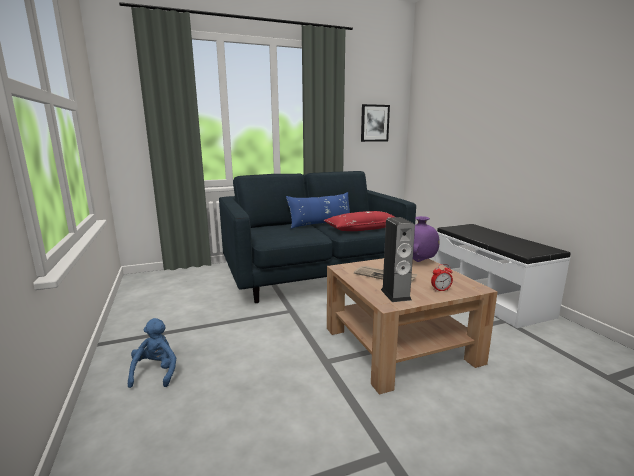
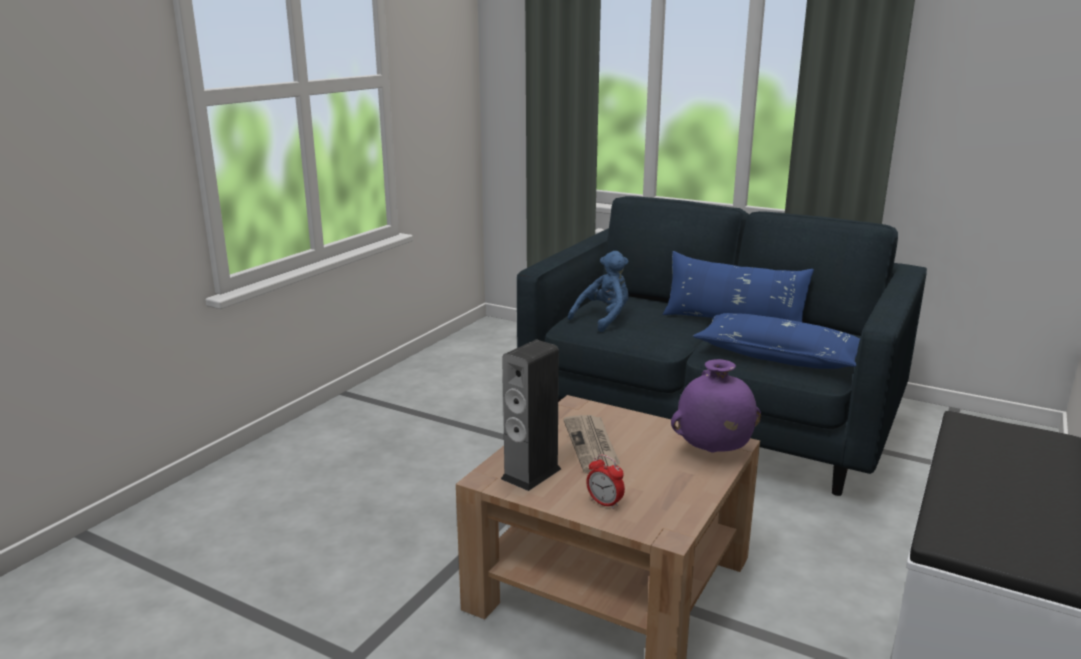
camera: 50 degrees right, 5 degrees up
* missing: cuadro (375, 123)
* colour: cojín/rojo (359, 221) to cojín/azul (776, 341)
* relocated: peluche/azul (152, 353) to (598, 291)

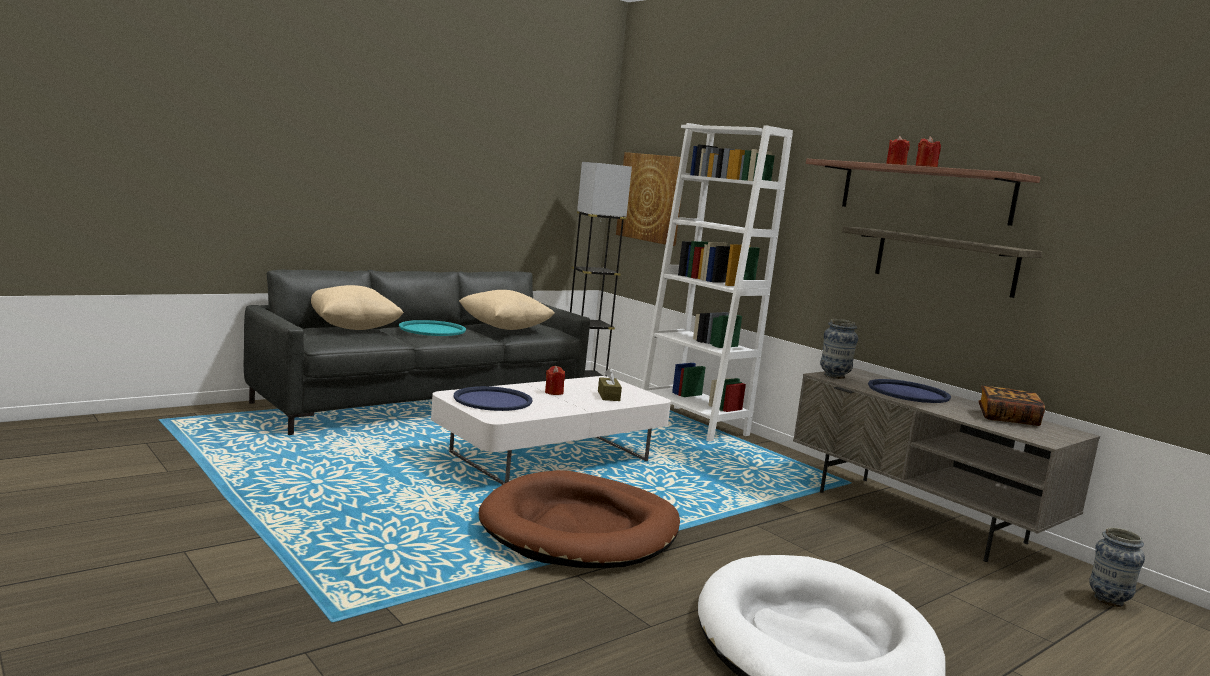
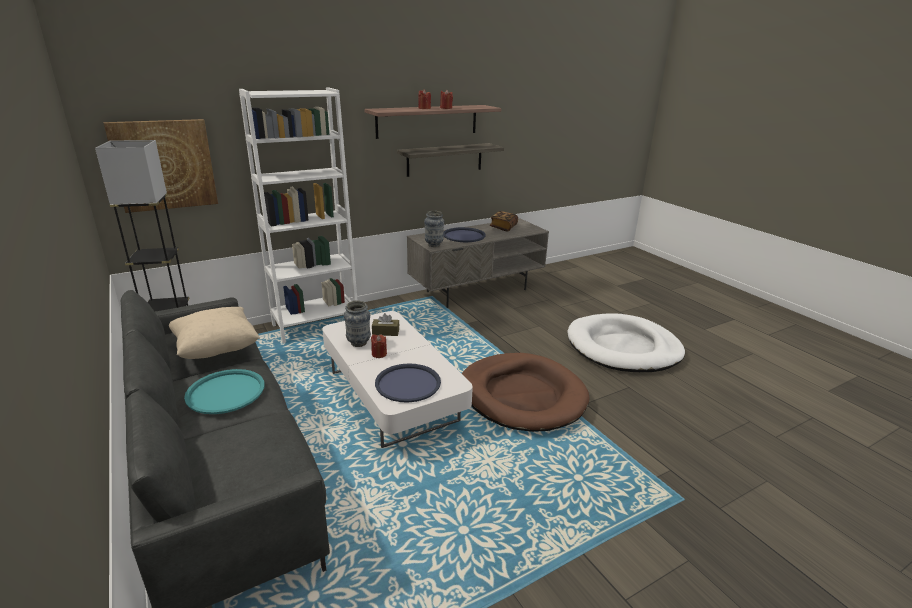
camera: 80 degrees left, 15 degrees up
* missing: cojín/beis (357, 307)
* relocated: florero (1117, 567) to (357, 323)

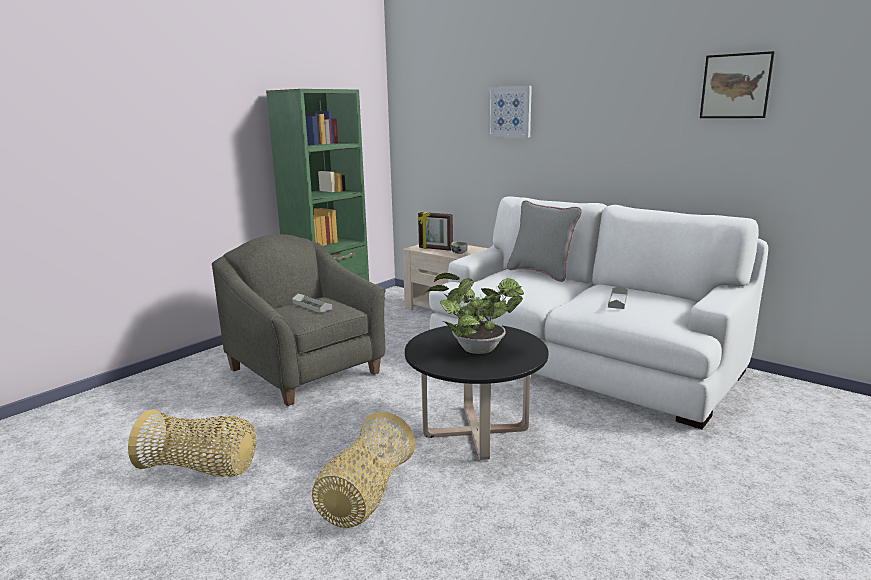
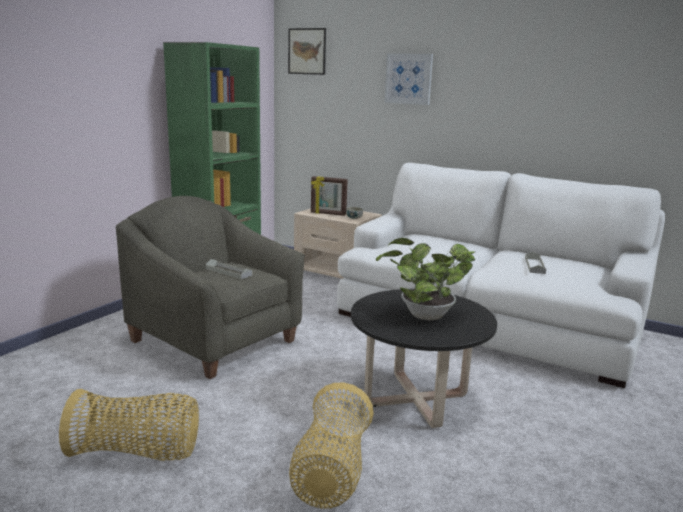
camera: 10 degrees left, 0 degrees up
* relocated: cuadro (737, 84) to (307, 51)
* missing: cojín/gris (544, 241)

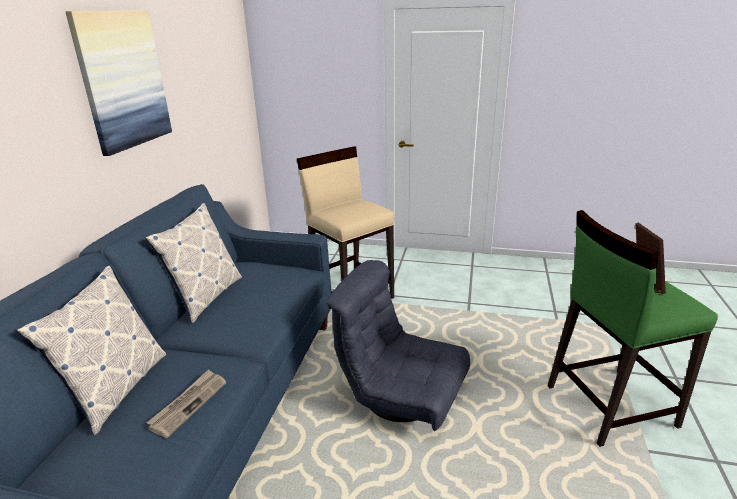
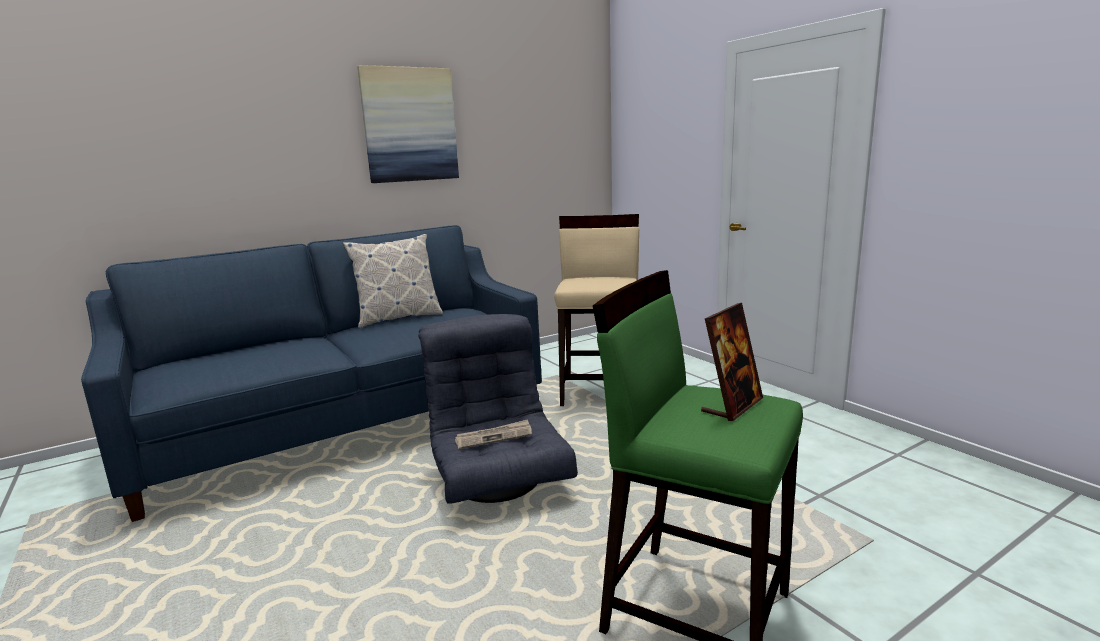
camera: 45 degrees right, 10 degrees down
* missing: cojín (91, 351)
* relocated: periódico (186, 403) to (493, 434)

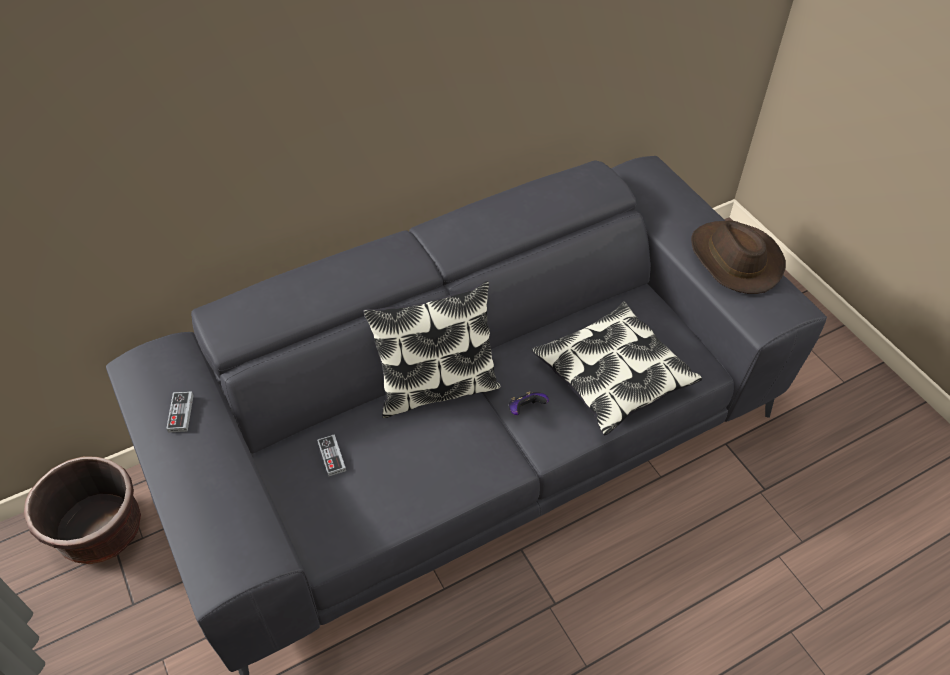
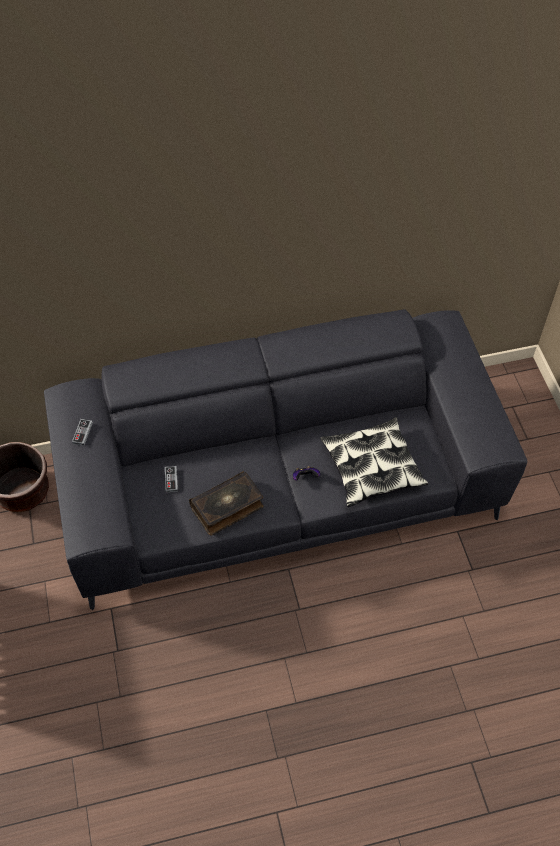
camera: 15 degrees right, 5 degrees up
* missing: sombrero/marrón (738, 257)
* missing: cojín (432, 349)
* appeared: libro (226, 503)

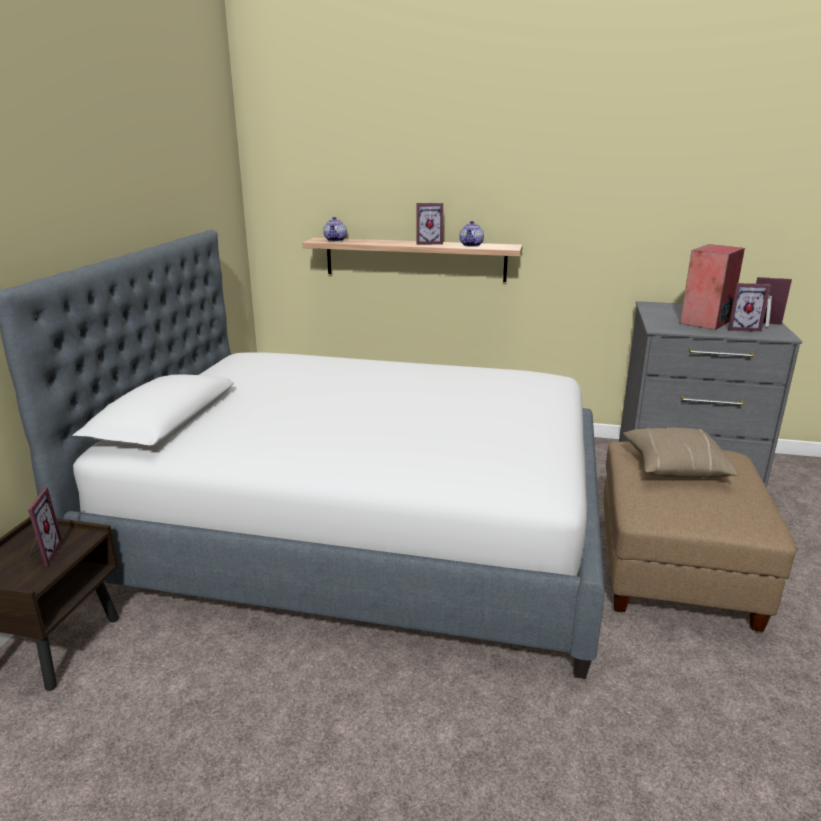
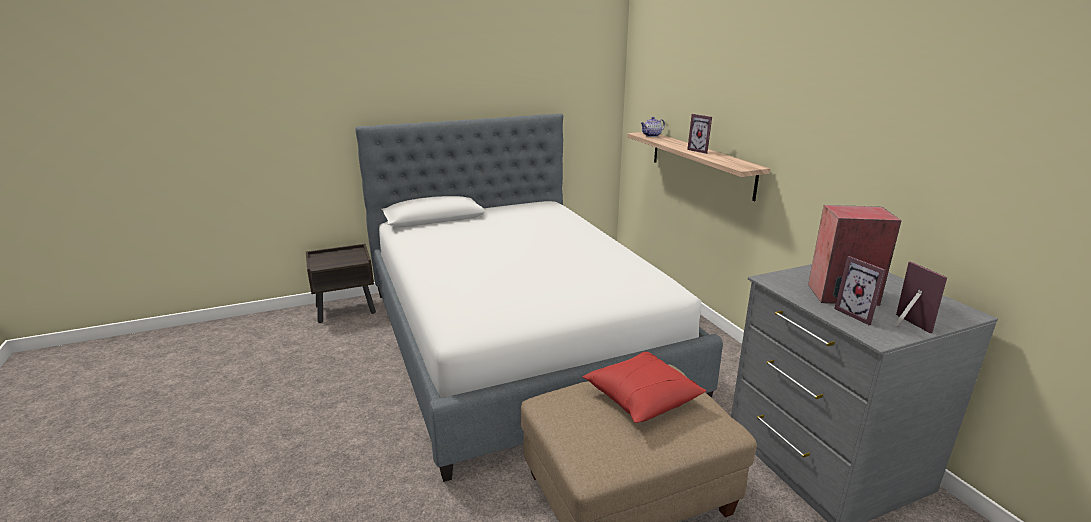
camera: 55 degrees right, 0 degrees up
* missing: tetera (472, 234)
* colour: cojín/beis (681, 452) to cojín/rojo (644, 387)
* missing: portarretratos (45, 527)

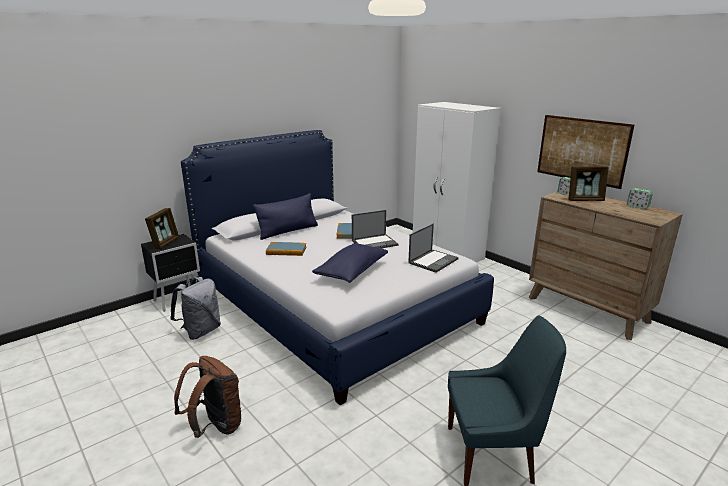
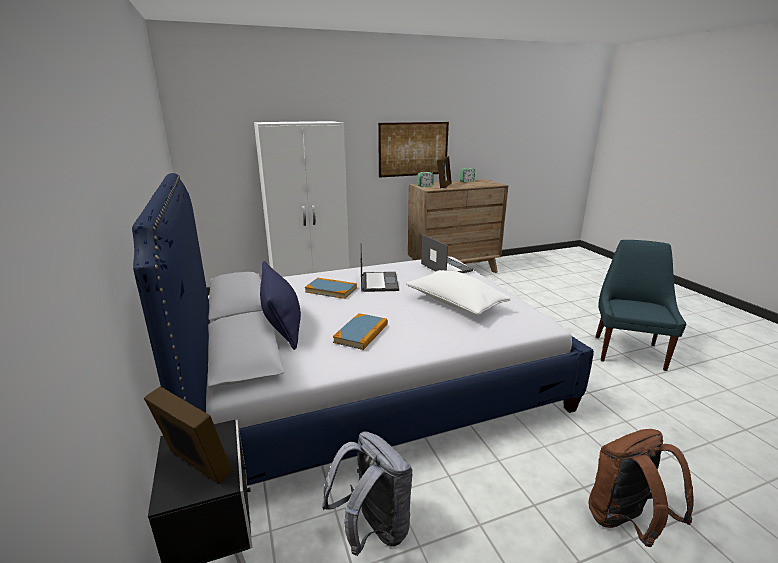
camera: 70 degrees left, 0 degrees up
* colour: cojín/azul (350, 263) to cojín/blanco (458, 292)

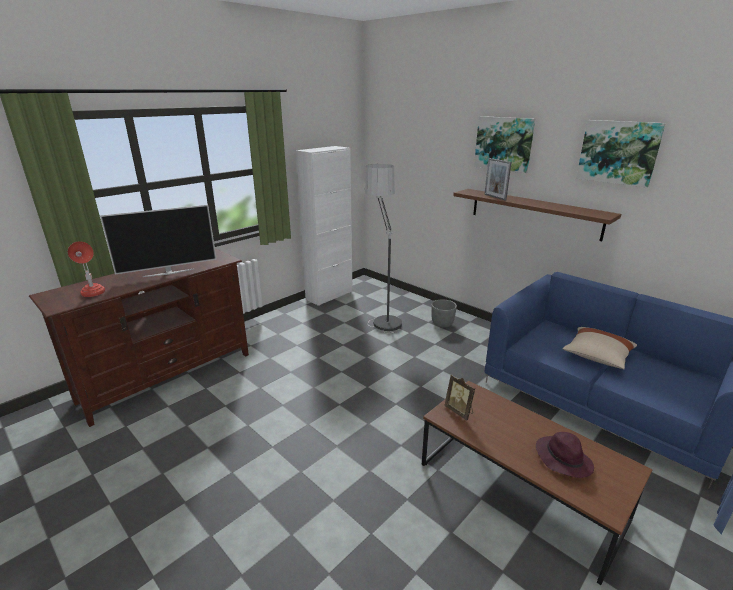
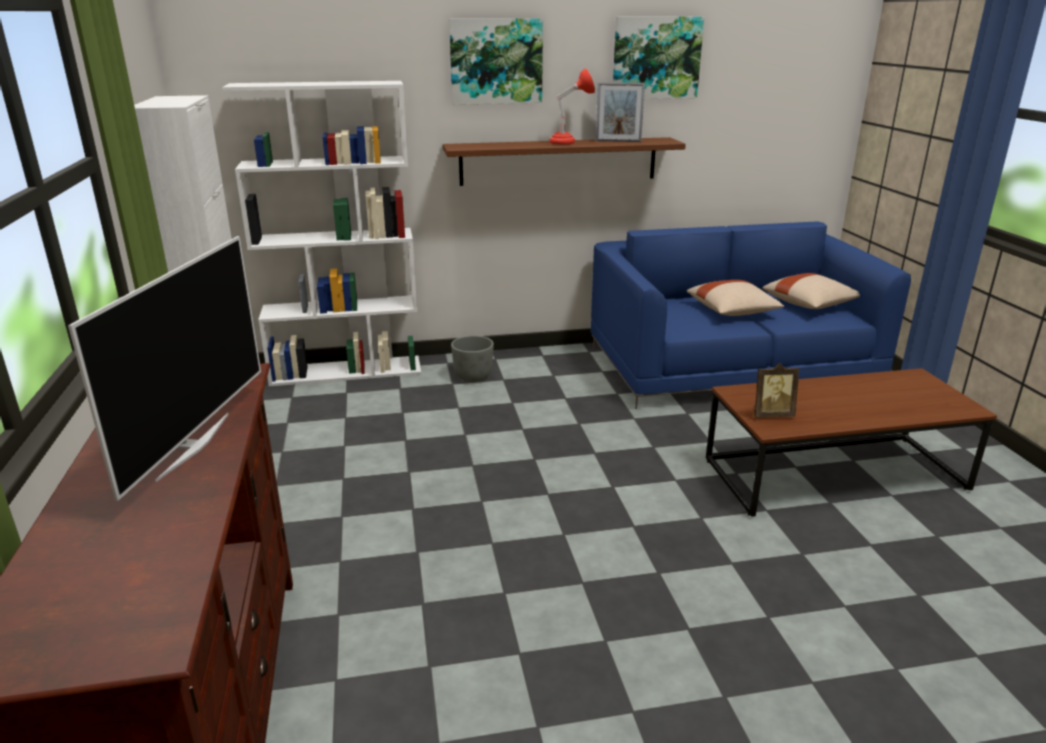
camera: 55 degrees left, 0 degrees up
* relocated: portarretratos (498, 179) to (620, 112)
* missing: lámpara de pie (383, 248)
* relocated: lámpara de mesa/rojo (86, 269) to (572, 106)
* missing: sombrero/morado (565, 455)
* appeared: estantería/blanco (321, 233)
* appeared: cojín/beis (811, 291)

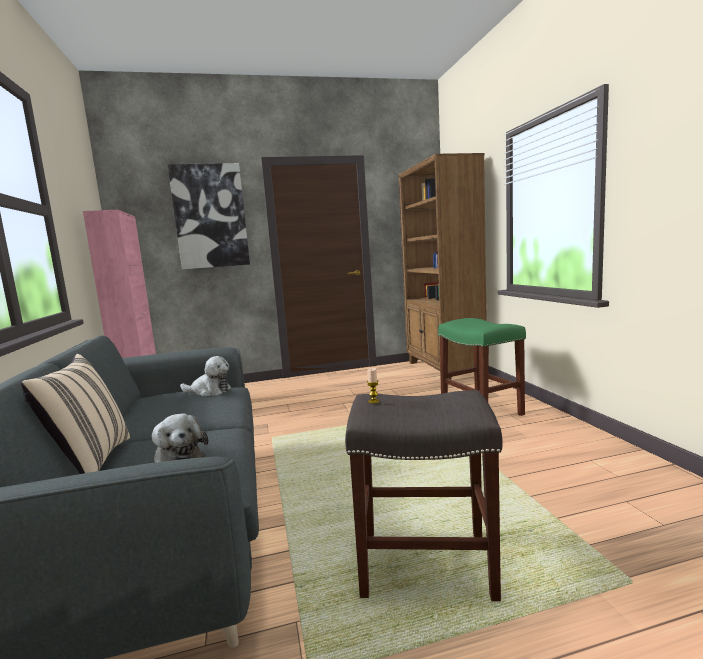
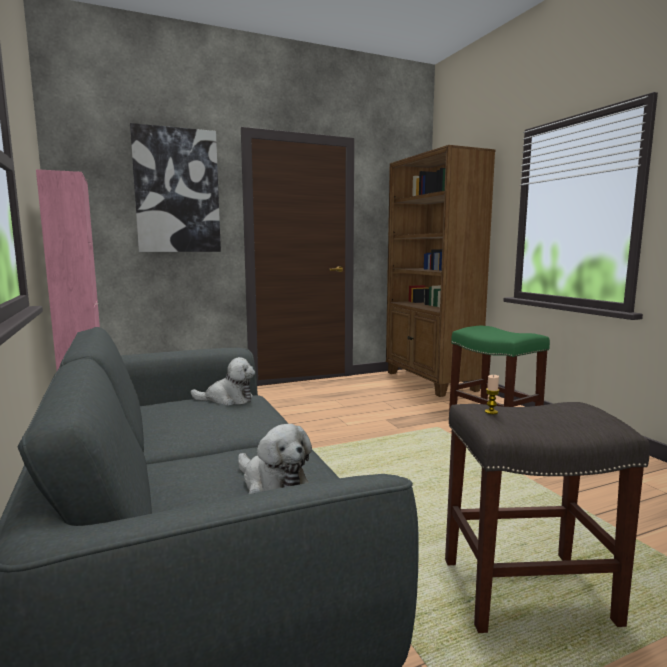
camera: 10 degrees left, 0 degrees up
* missing: cojín/beis (75, 414)

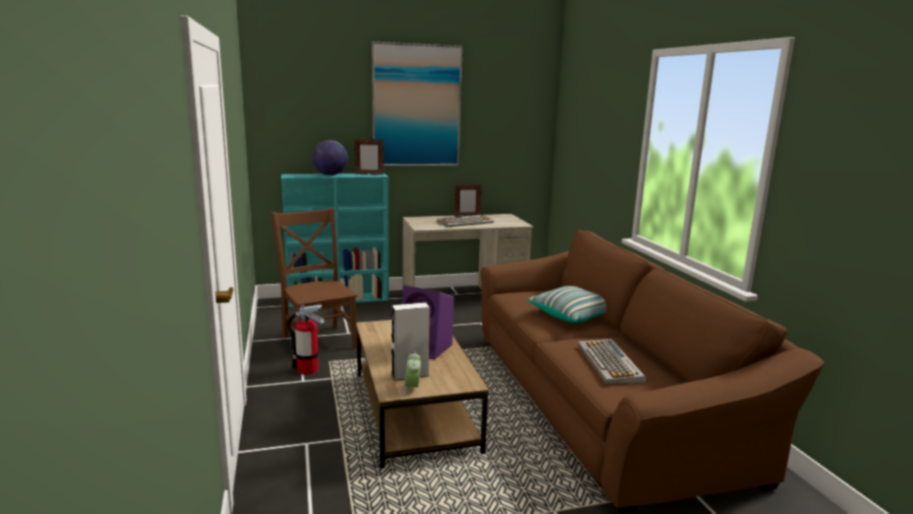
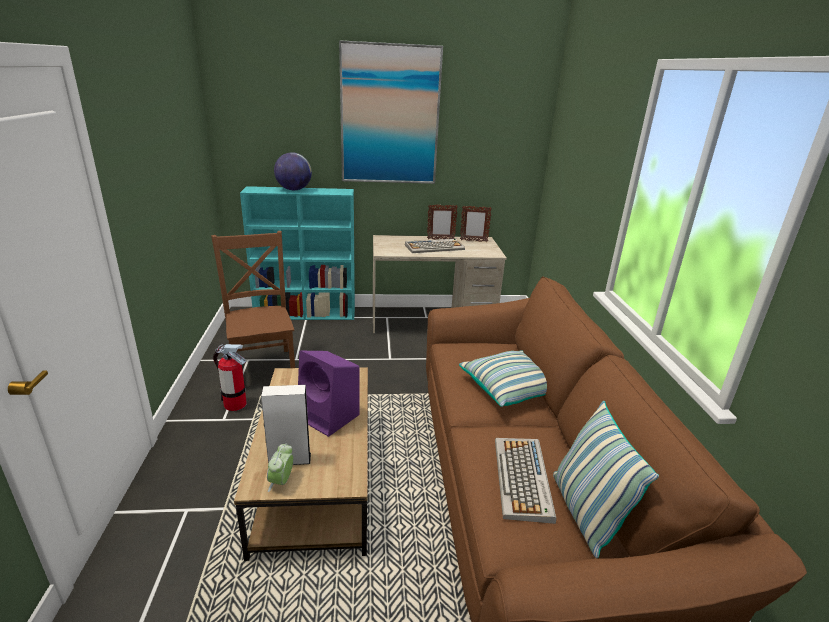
camera: 10 degrees right, 10 degrees up
* relocated: portarretratos (369, 156) to (476, 223)
* appeared: cojín (606, 479)

